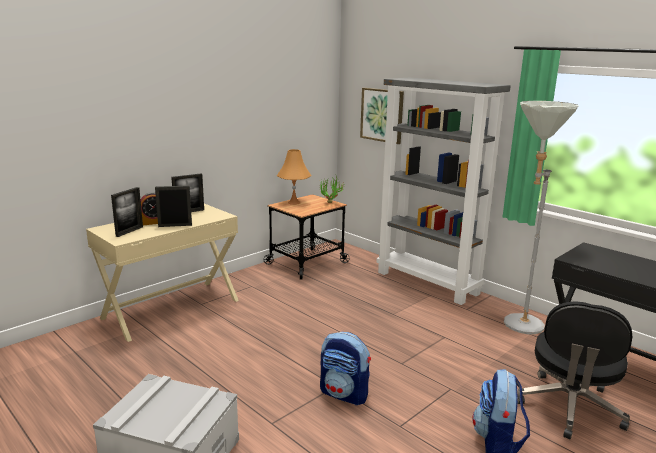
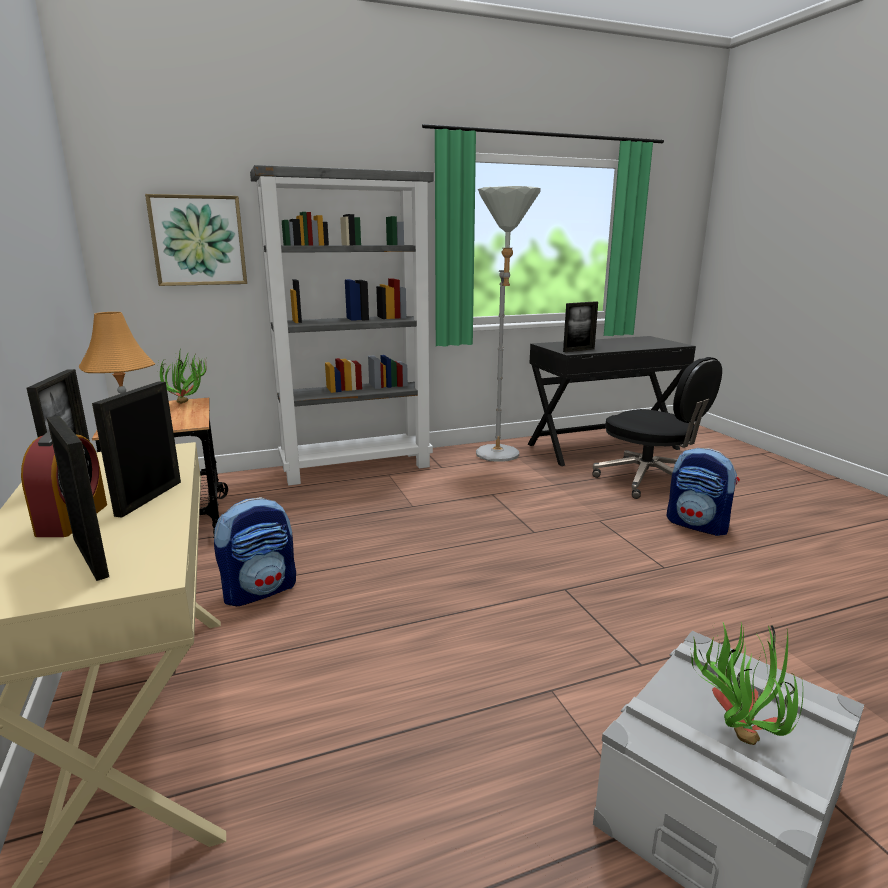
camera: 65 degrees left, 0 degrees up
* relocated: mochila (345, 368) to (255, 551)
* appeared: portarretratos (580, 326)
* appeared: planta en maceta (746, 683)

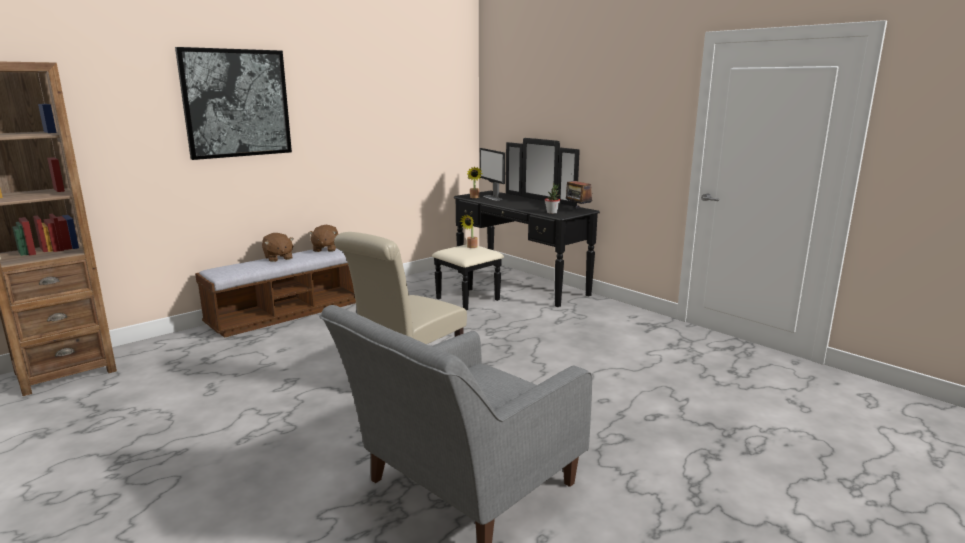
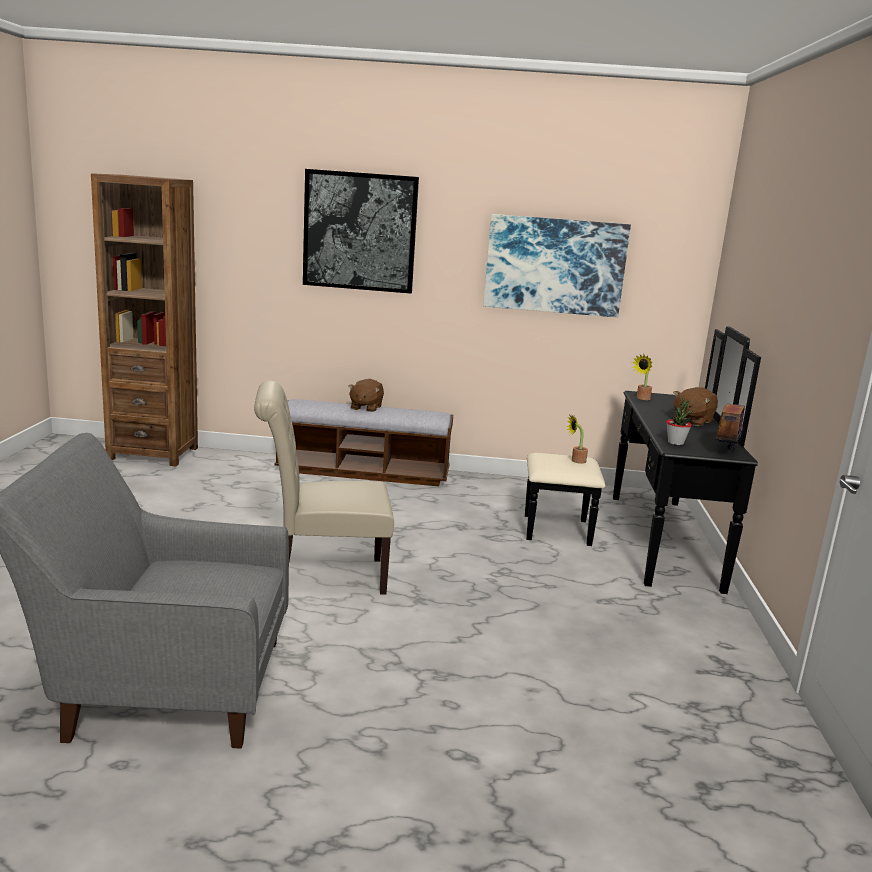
camera: 45 degrees right, 0 degrees up
* missing: monitor (492, 174)
* relocated: peluche/marrón (323, 238) to (695, 406)
* appeared: cuadro (557, 265)

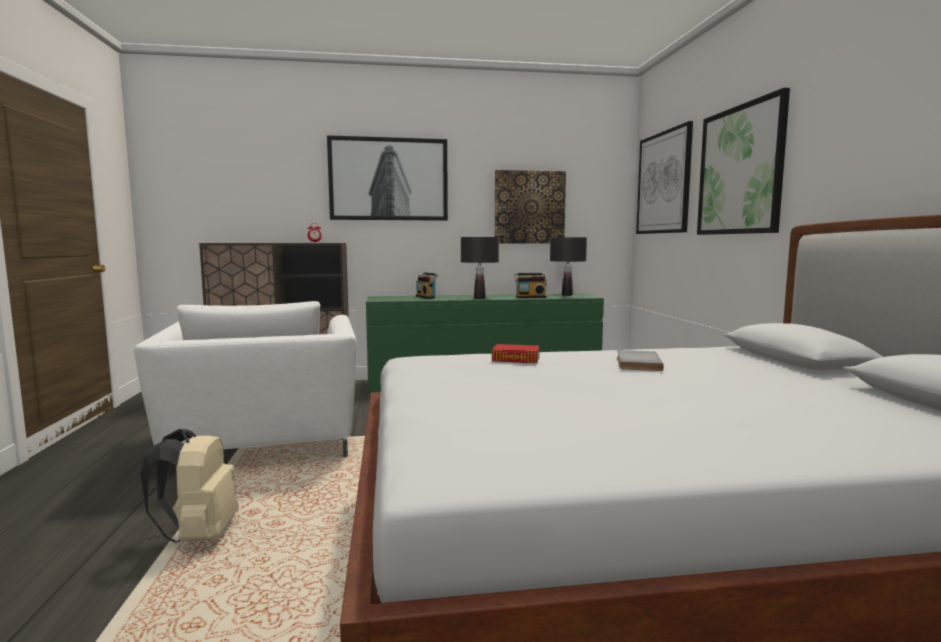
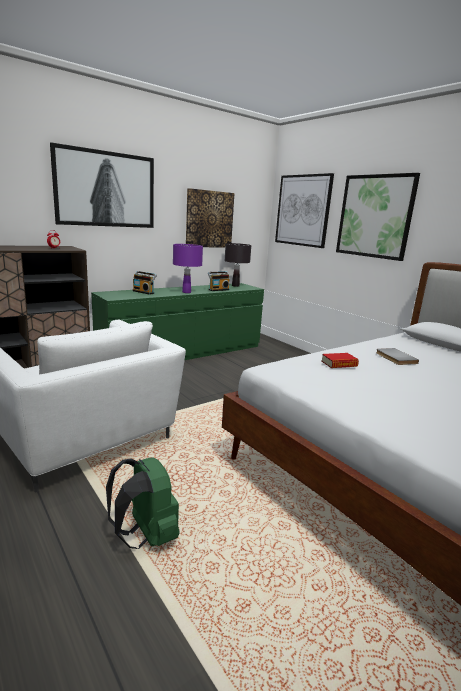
camera: 30 degrees left, 10 degrees up
* colour: lámpara de mesa/negro (480, 268) to lámpara de mesa/morado (188, 268)
* colour: mochila/beis (189, 486) to mochila/verde (143, 503)

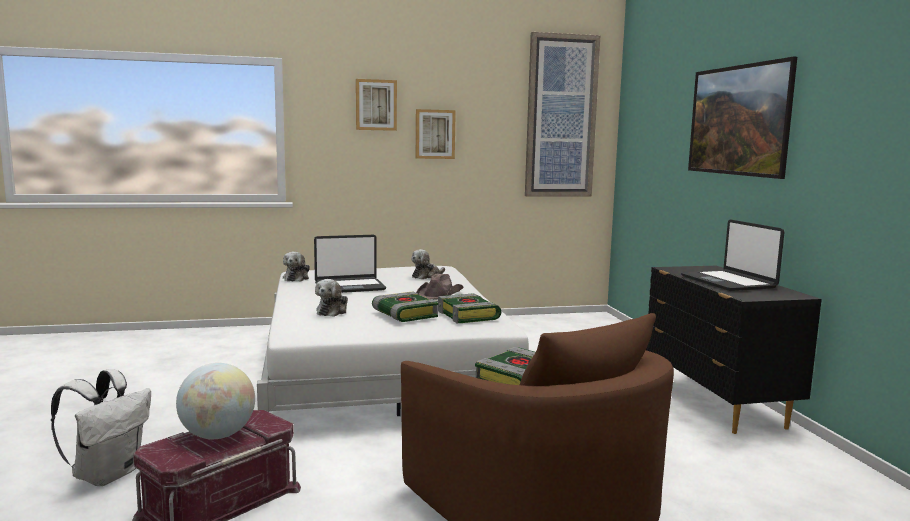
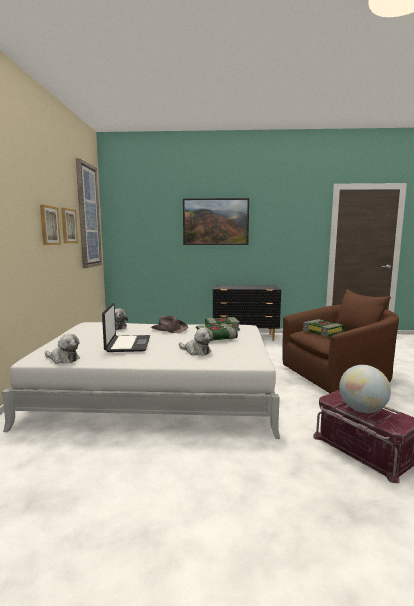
camera: 75 degrees left, 0 degrees up
* relocated: cuadro (376, 105) to (69, 225)
* missing: portátil (732, 255)
* missing: mochila/blanco (101, 427)

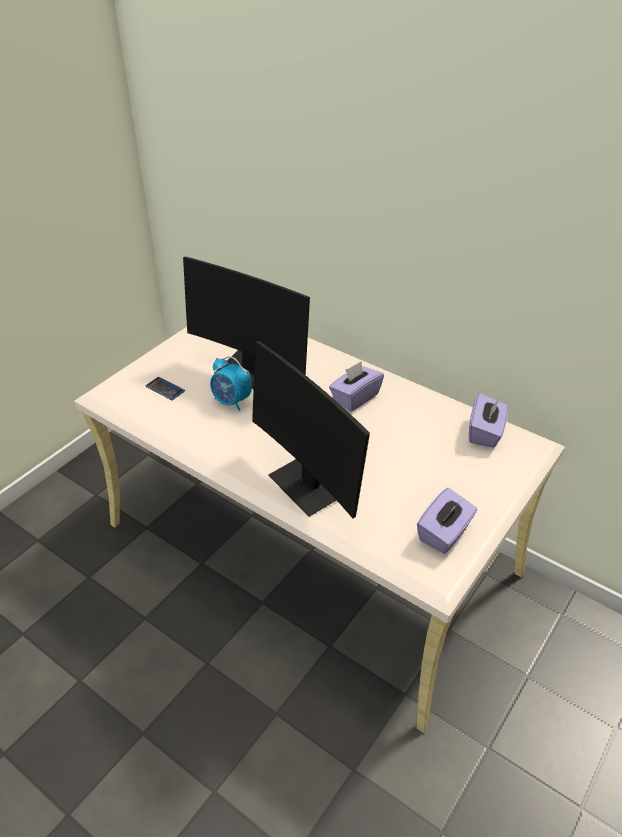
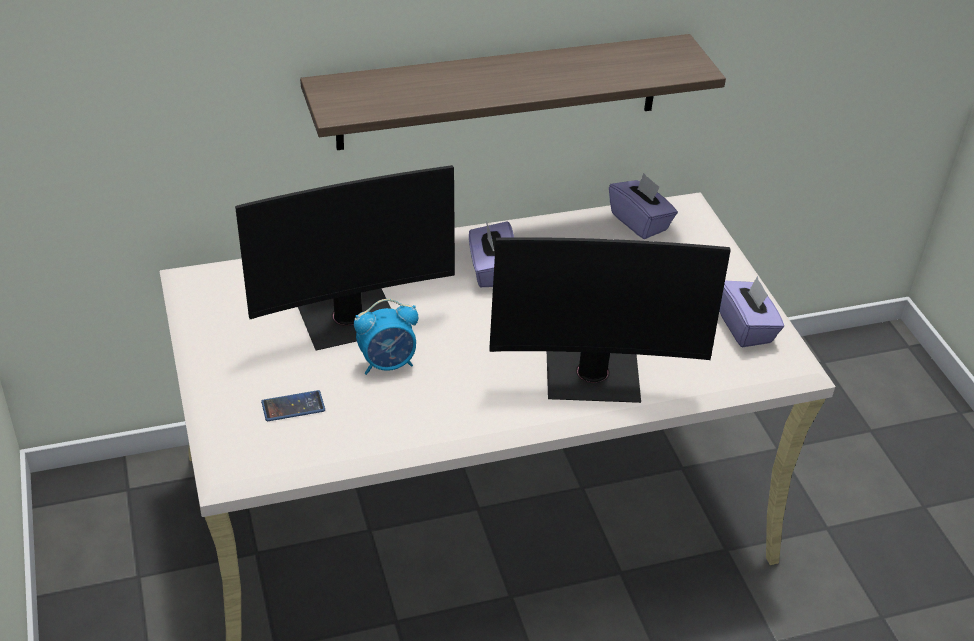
camera: 55 degrees left, 0 degrees up
* appeared: estante (513, 92)

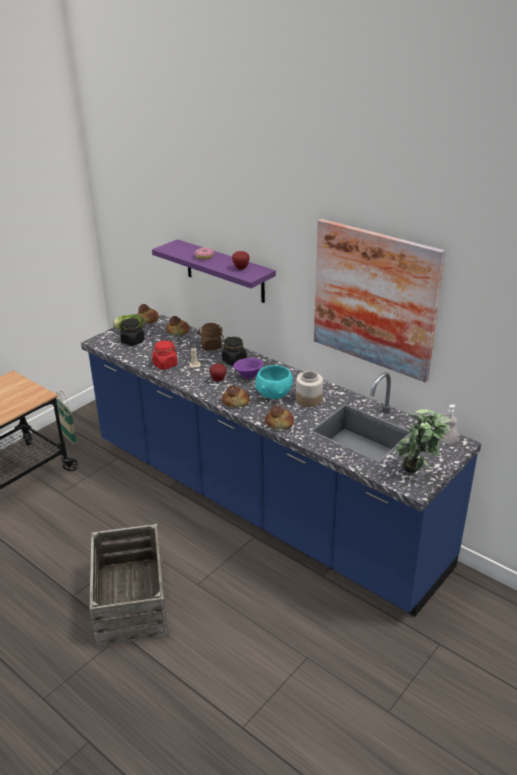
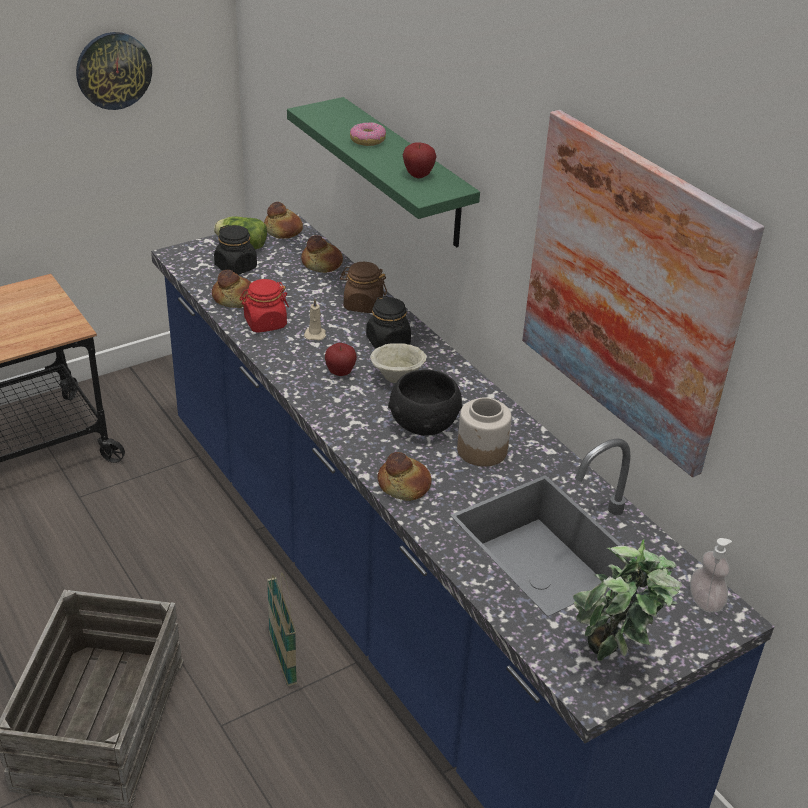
camera: 15 degrees right, 5 degrees up
* colour: estante/morado (214, 271) to estante/verde (383, 172)
* colour: cuenco/morado (248, 368) to cuenco/beis (398, 363)
* colour: cuenco/turquesa (274, 382) to cuenco/negro (425, 402)
* relocated: pan (236, 396) to (231, 289)
* relocated: cesta (66, 417) to (282, 629)
* appeared: reloj de pared (114, 71)

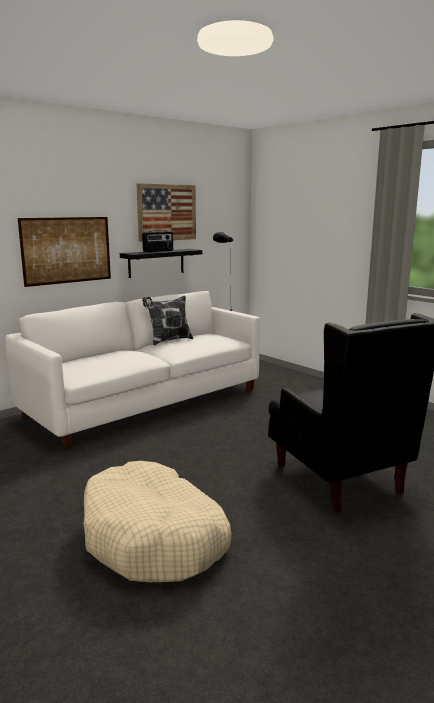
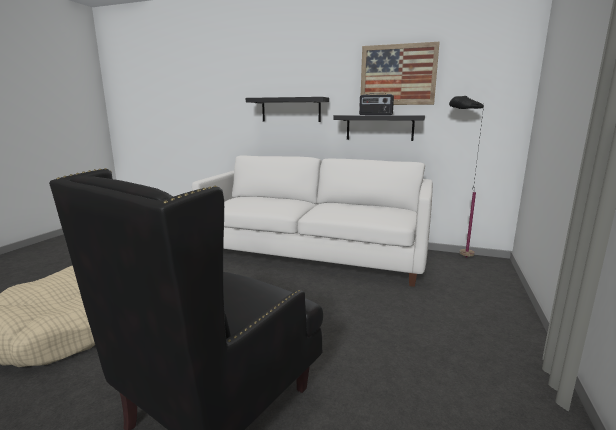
camera: 60 degrees right, 0 degrees up
* exchanged: cuadro (64, 252) to estante/negro (287, 109)
* missing: cojín (167, 320)

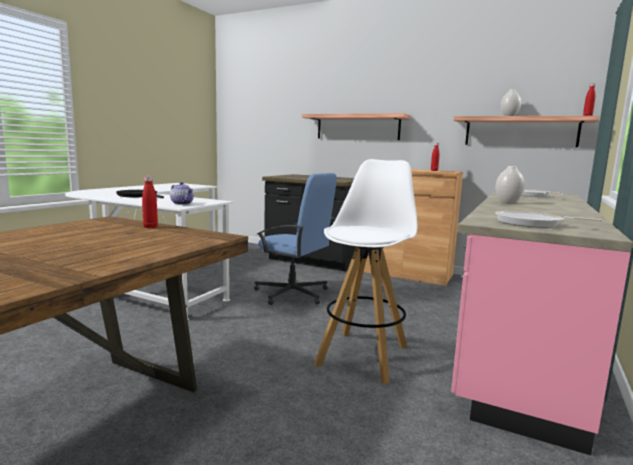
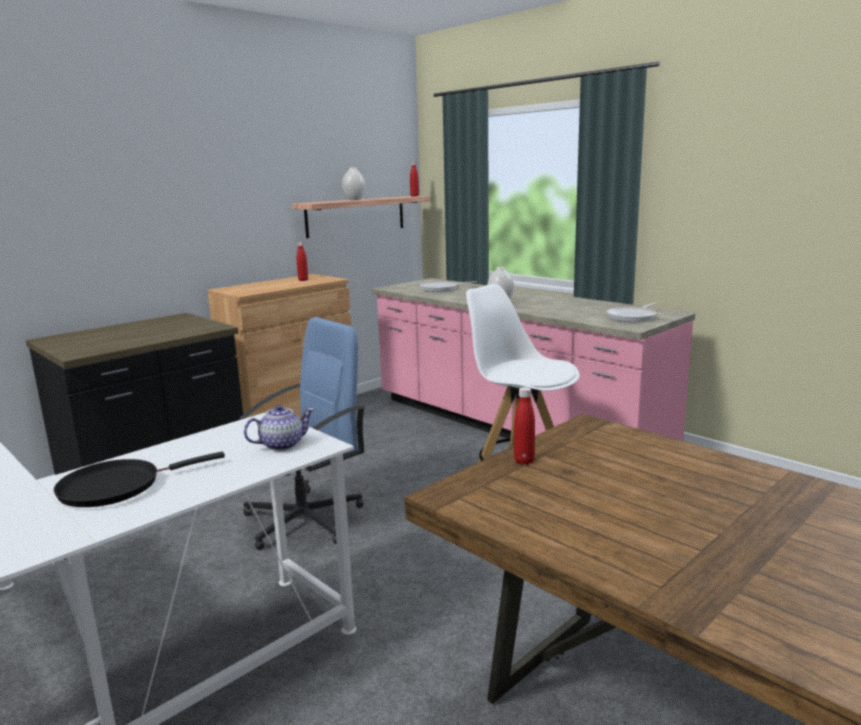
camera: 70 degrees left, 5 degrees up
* missing: estante (356, 126)

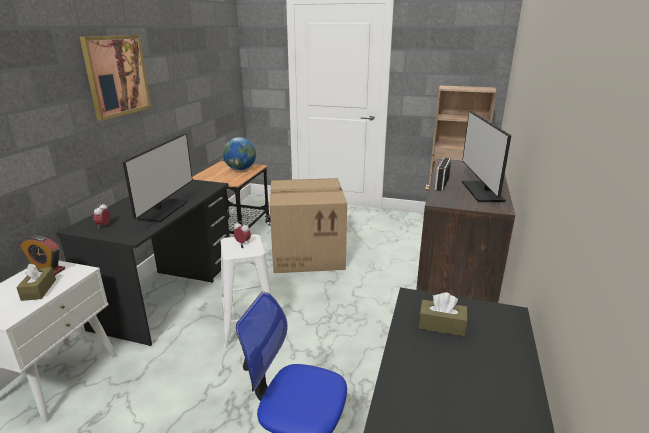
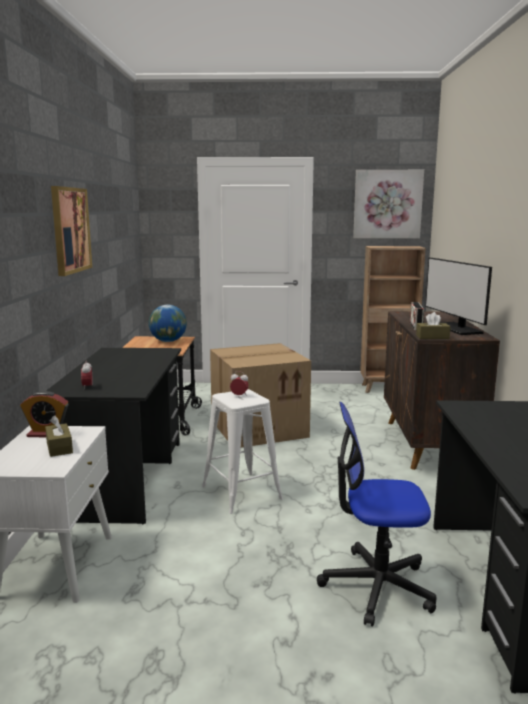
camera: 15 degrees left, 10 degrees down
* missing: monitor (157, 178)
* relocated: caja de pañuelos/marrón (443, 314) to (433, 325)
* appeared: cuadro (388, 204)

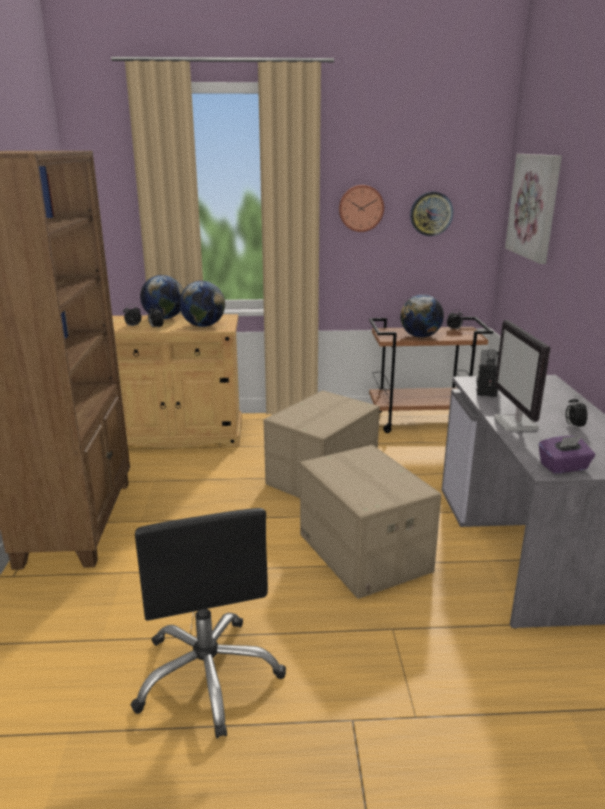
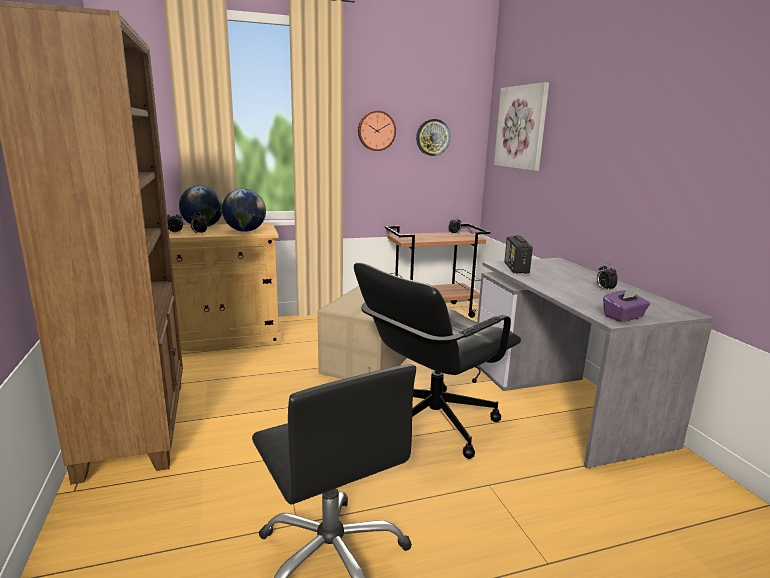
camera: 15 degrees left, 5 degrees down
* missing: globo terráqueo (422, 316)
* missing: monitor (522, 375)
* exchanged: caja de cartón (370, 522) to silla de oficina/negro (437, 361)

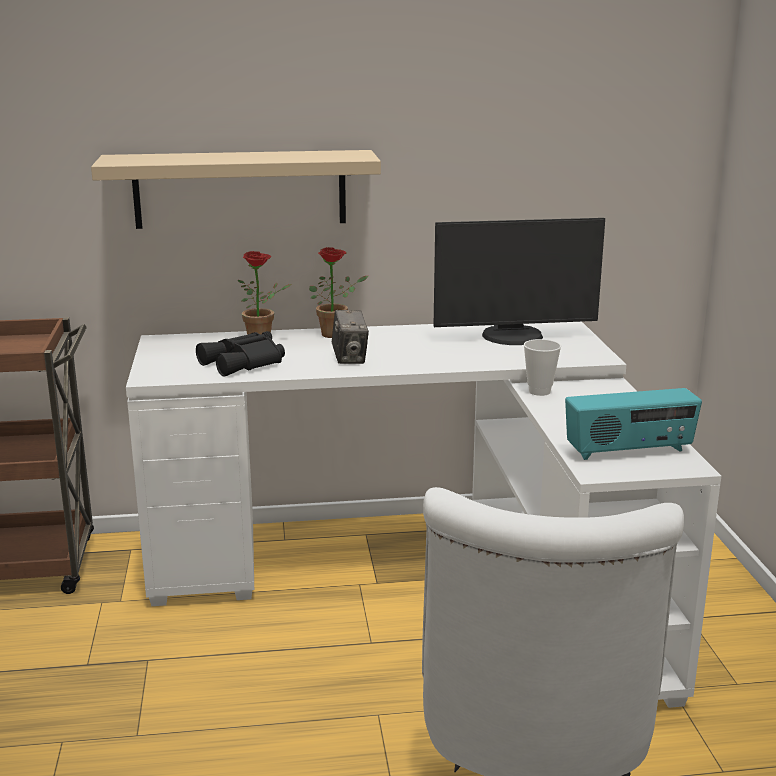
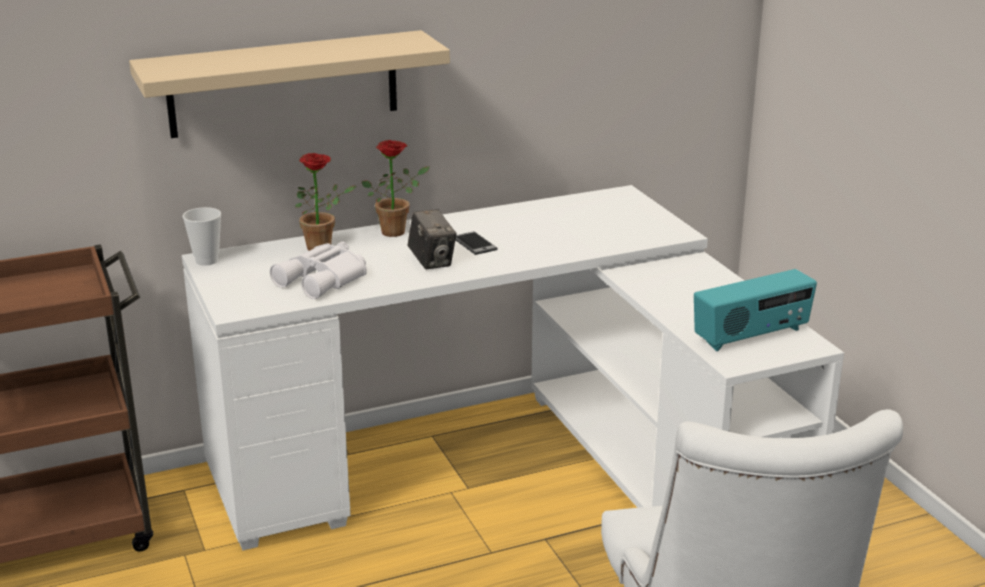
camera: 15 degrees left, 5 degrees up
* missing: monitor (519, 281)
* colour: prismáticos/negro (240, 354) to prismáticos/blanco (318, 270)
* relocated: taza (542, 367) to (201, 236)
* appeared: móvil (477, 243)

